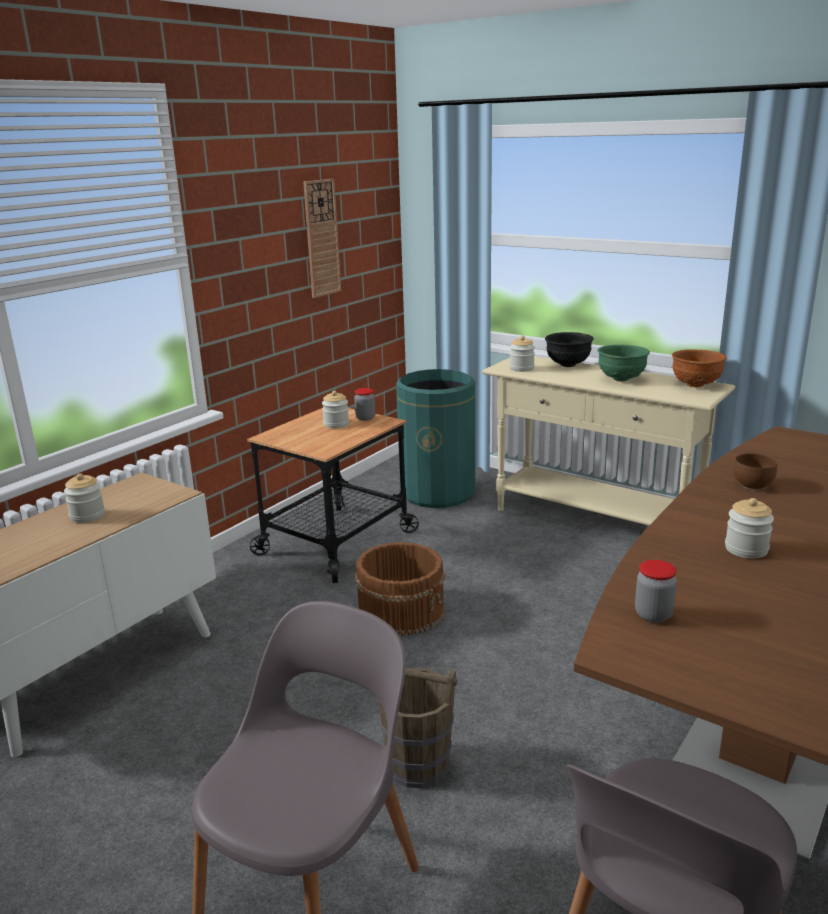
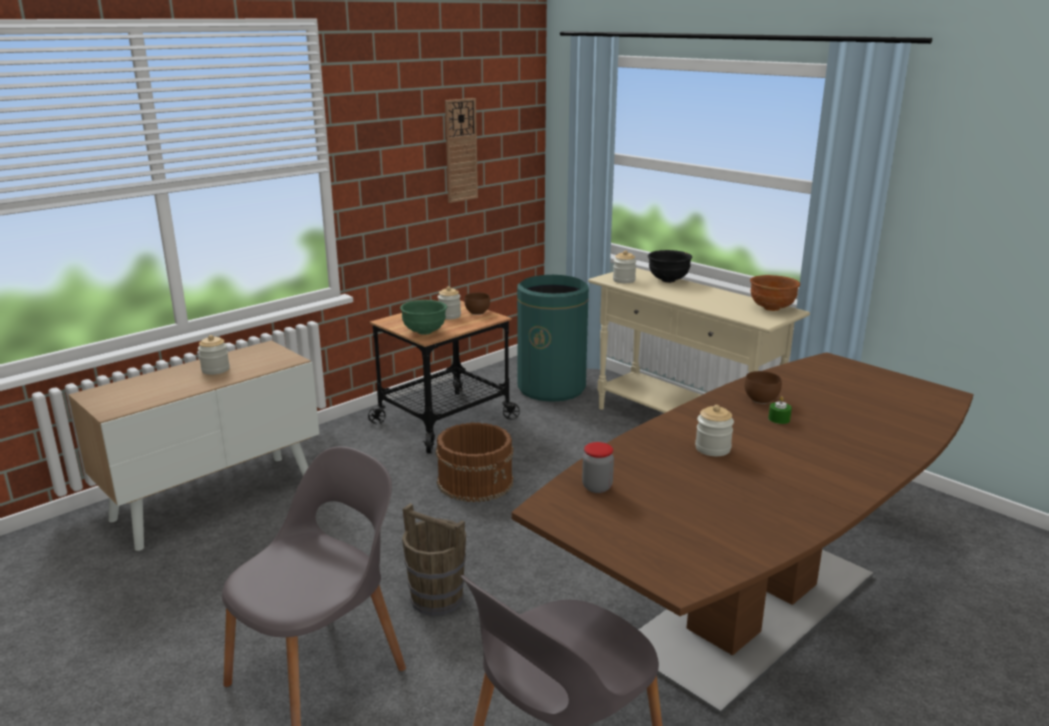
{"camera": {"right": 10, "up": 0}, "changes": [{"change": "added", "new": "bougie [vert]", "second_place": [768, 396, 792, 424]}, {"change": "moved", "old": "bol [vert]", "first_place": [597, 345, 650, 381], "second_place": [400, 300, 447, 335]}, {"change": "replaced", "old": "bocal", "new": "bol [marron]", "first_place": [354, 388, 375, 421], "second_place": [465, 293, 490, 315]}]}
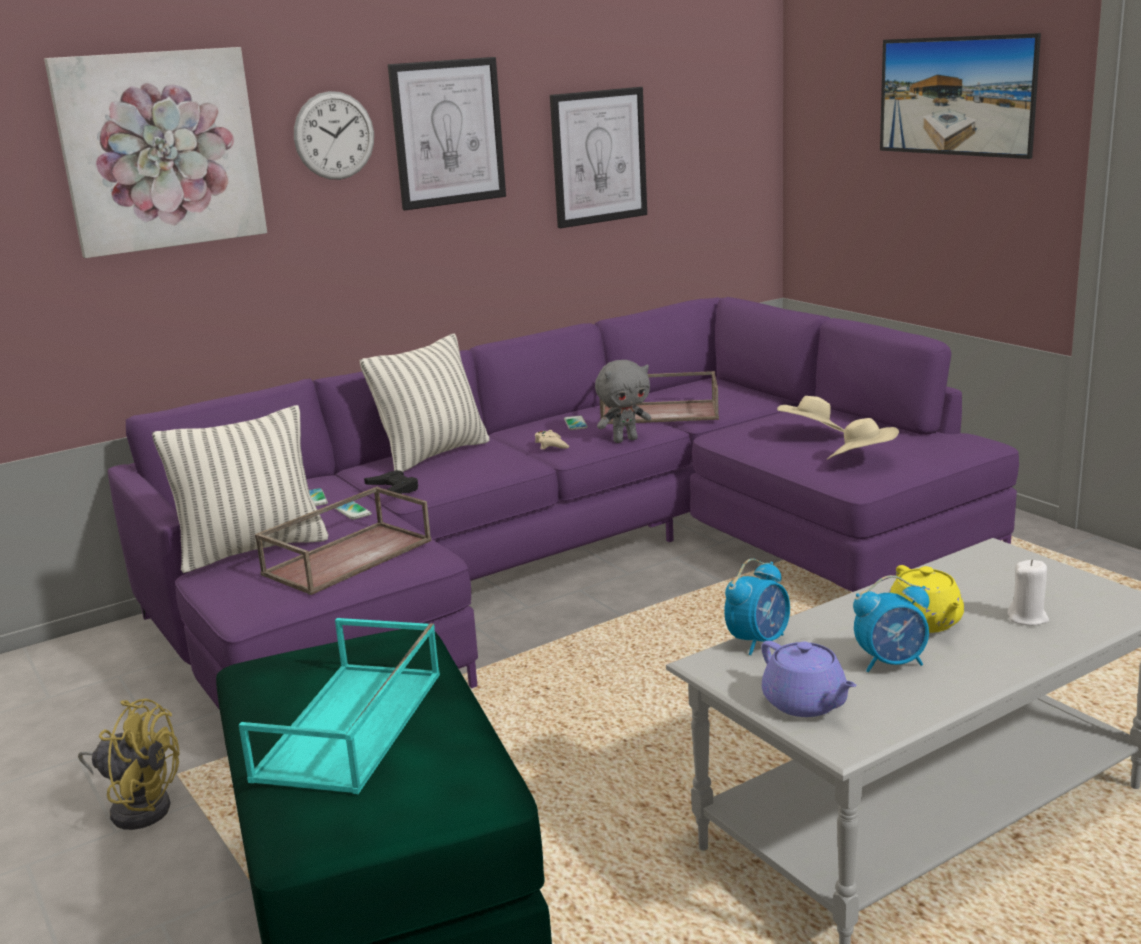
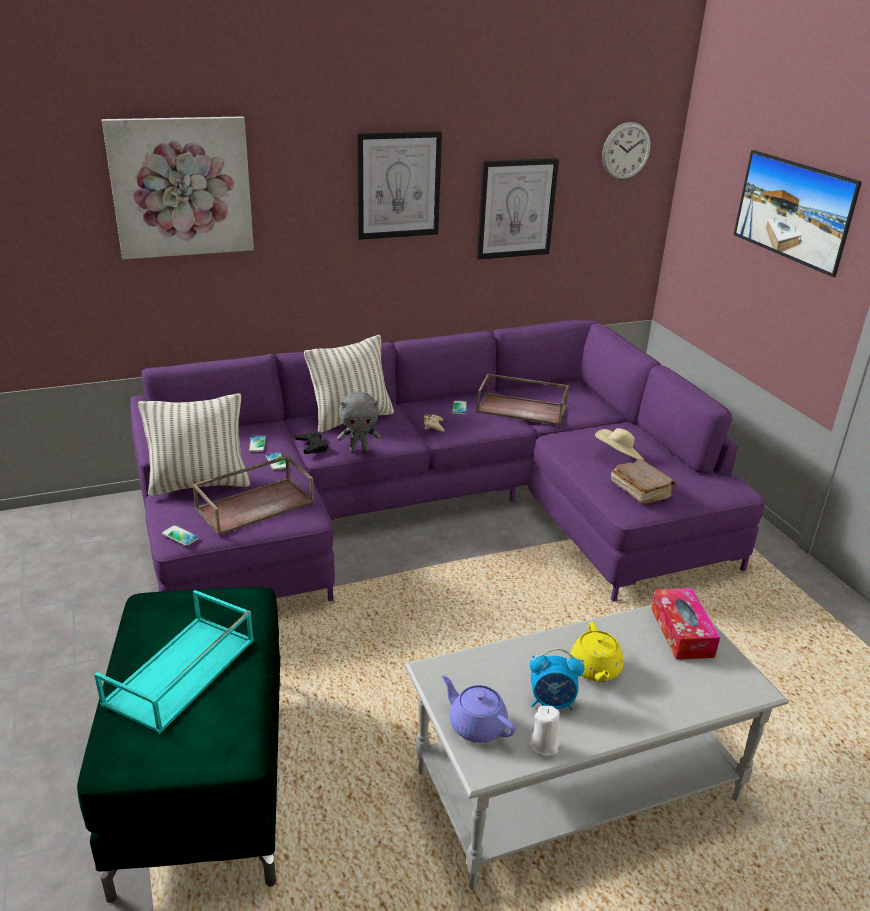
{"camera": {"right": 10, "up": 10}, "changes": [{"change": "removed", "old": "ventilateur [jaune]", "first_place": [78, 699, 180, 830]}, {"change": "removed", "old": "réveil", "first_place": [724, 559, 790, 655]}, {"change": "added", "new": "téléphone", "second_place": [162, 525, 199, 546]}, {"change": "added", "new": "boîte à mouchoirs", "second_place": [651, 588, 720, 660]}, {"change": "moved", "old": "horloge murale", "first_place": [294, 91, 374, 180], "second_place": [602, 122, 651, 180]}, {"change": "moved", "old": "peluche [gris]", "first_place": [595, 360, 651, 443], "second_place": [337, 391, 381, 452]}, {"change": "moved", "old": "bougie [blanc]", "first_place": [1008, 560, 1049, 626], "second_place": [528, 706, 560, 756]}, {"change": "replaced", "old": "chapeau [beige]", "new": "livre [marron]", "first_place": [827, 418, 899, 460], "second_place": [611, 459, 677, 504]}, {"change": "turned", "old": "théière [violet]", "first_place": [761, 641, 857, 717], "second_place": [442, 675, 516, 743], "degrees": 150}]}
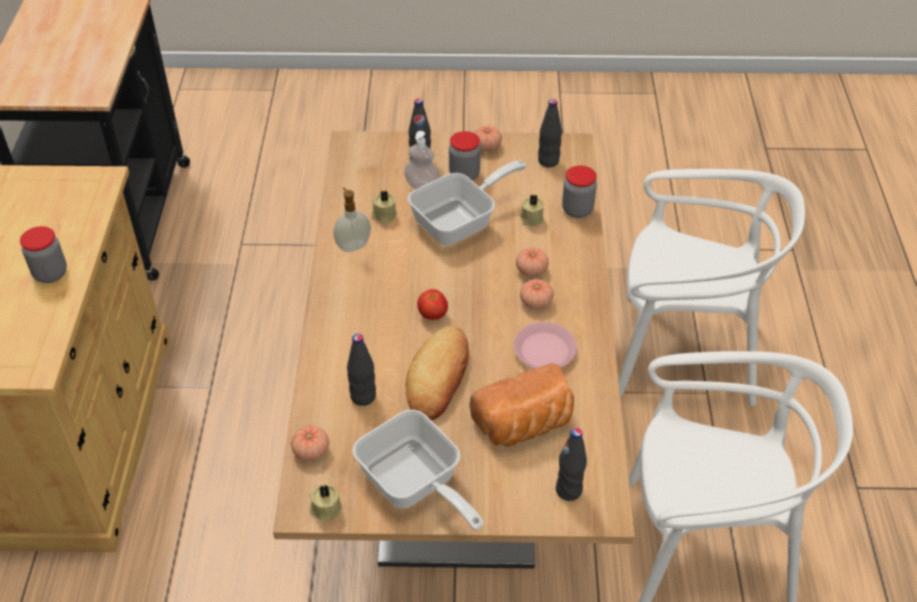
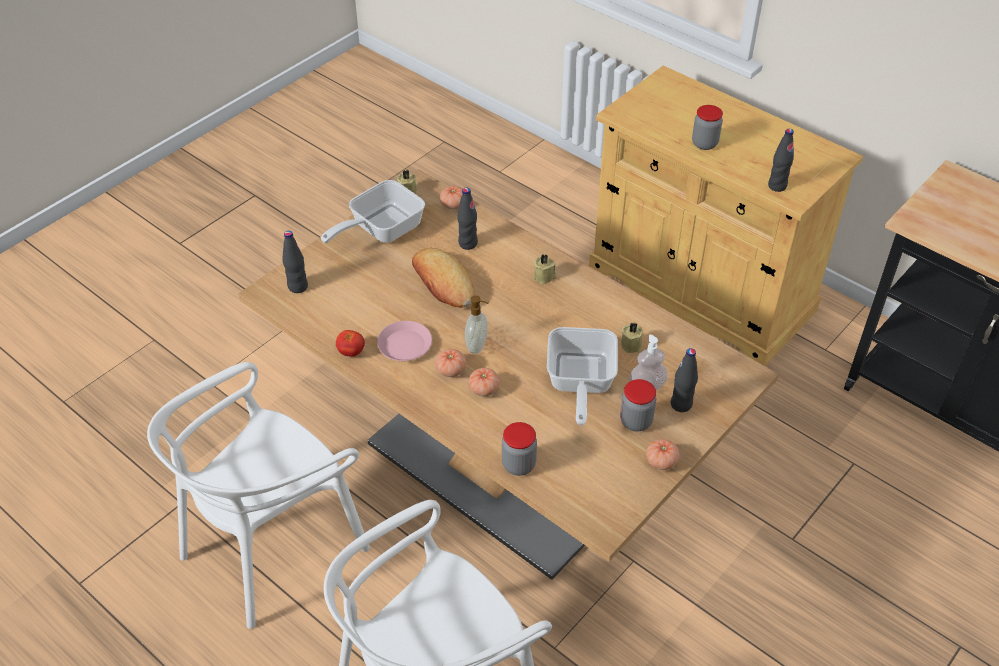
{"camera": {"right": 130, "up": 0}, "changes": [{"change": "removed", "old": "pain", "first_place": [470, 363, 574, 446]}, {"change": "moved", "old": "distributeur de savon", "first_place": [333, 188, 371, 252], "second_place": [465, 295, 488, 354]}, {"change": "moved", "old": "tomate", "first_place": [417, 289, 448, 320], "second_place": [336, 330, 365, 357]}, {"change": "moved", "old": "bougie [beige]", "first_place": [520, 194, 544, 226], "second_place": [533, 254, 556, 284]}, {"change": "moved", "old": "bouteille [noir]", "first_place": [538, 99, 562, 167], "second_place": [768, 129, 794, 192]}, {"change": "turned", "old": "poêle", "first_place": [353, 410, 483, 531], "second_place": [321, 180, 425, 243], "degrees": -45}]}
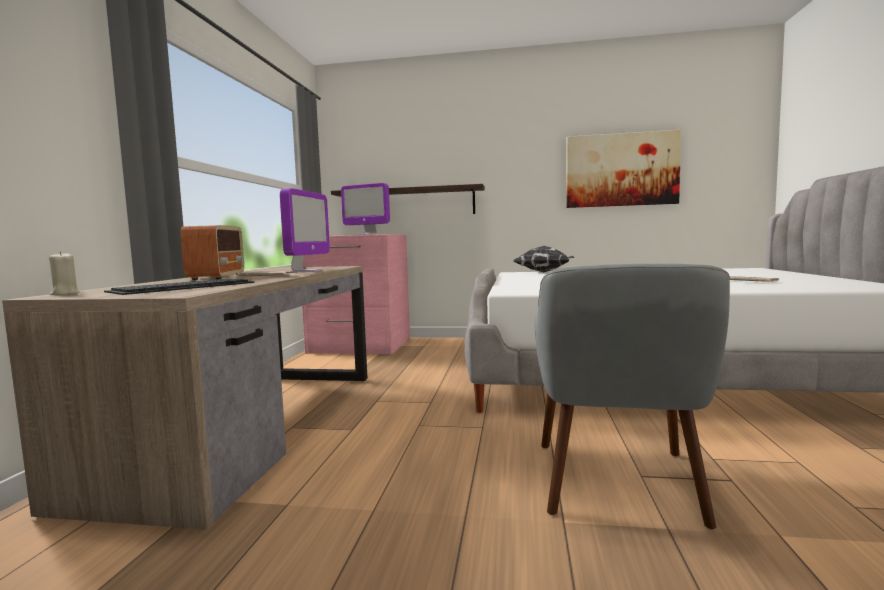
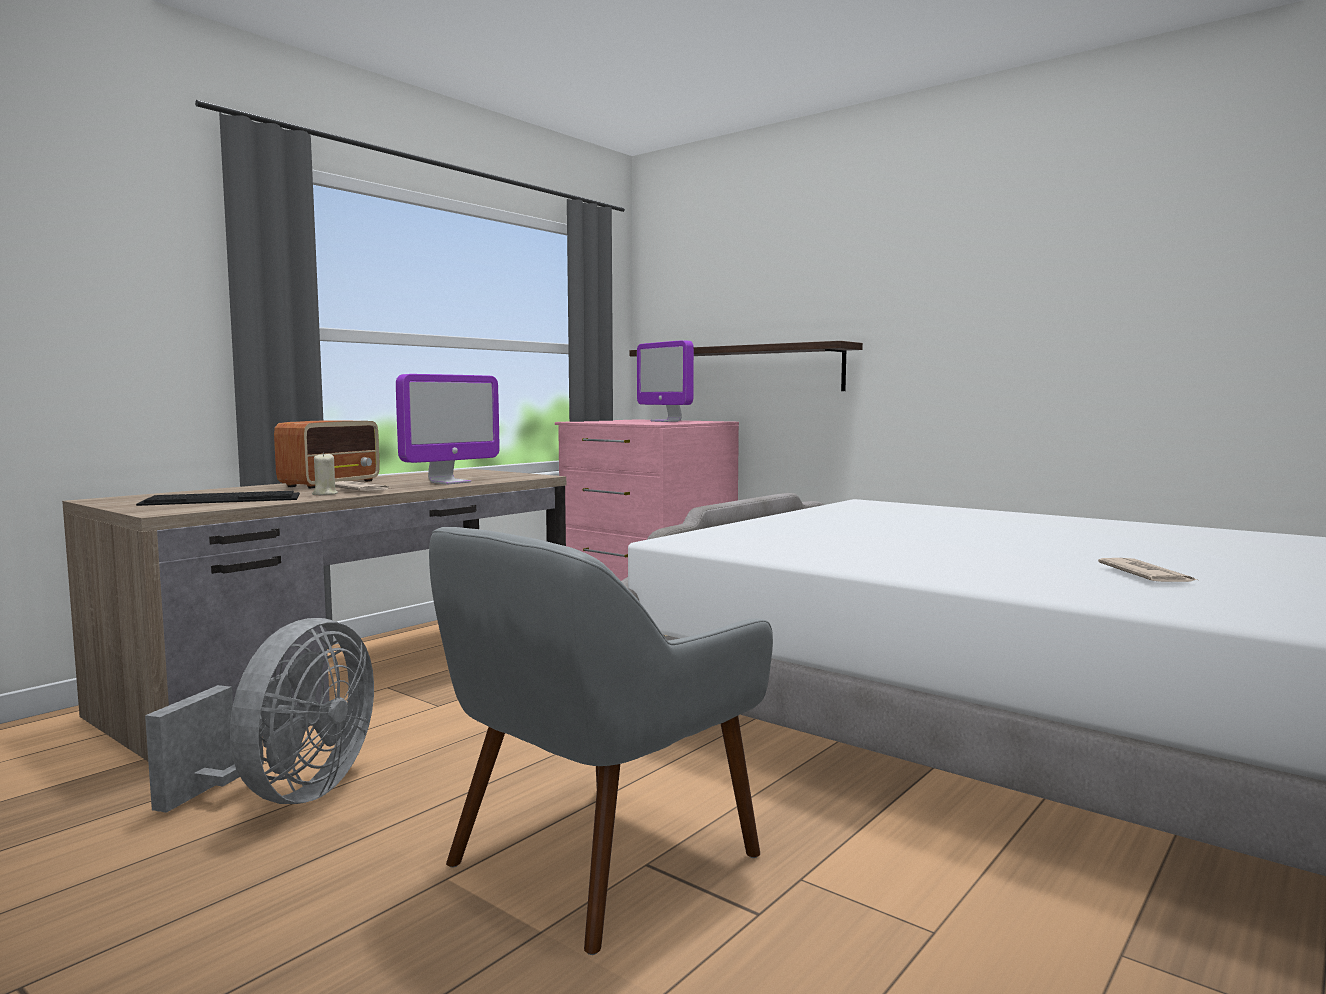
{"camera": {"right": 30, "up": 0}, "changes": [{"change": "removed", "old": "coussin", "first_place": [513, 246, 575, 272]}, {"change": "removed", "old": "tableau", "first_place": [566, 130, 681, 208]}, {"change": "added", "new": "ventilateur [gris]", "second_place": [145, 618, 374, 813]}, {"change": "moved", "old": "bougie [beige]", "first_place": [49, 251, 80, 295], "second_place": [312, 452, 338, 495]}]}
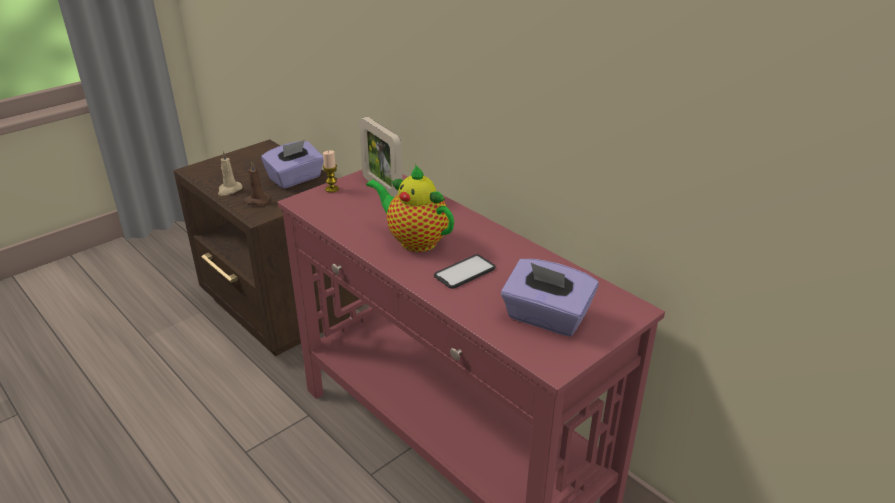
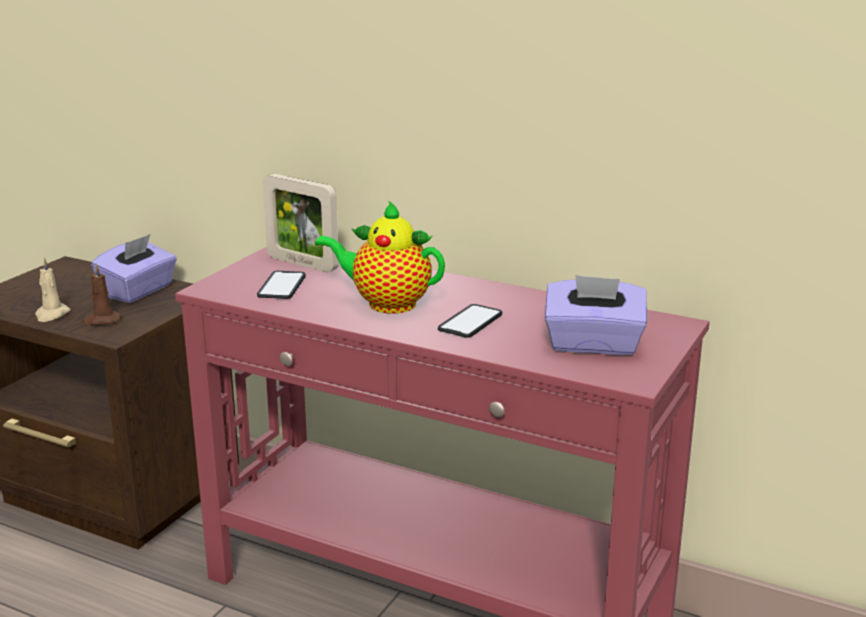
{"camera": {"right": -20, "up": -10}, "changes": [{"change": "removed", "old": "bougie", "first_place": [323, 150, 339, 192]}, {"change": "added", "new": "téléphone", "second_place": [257, 271, 306, 299]}]}
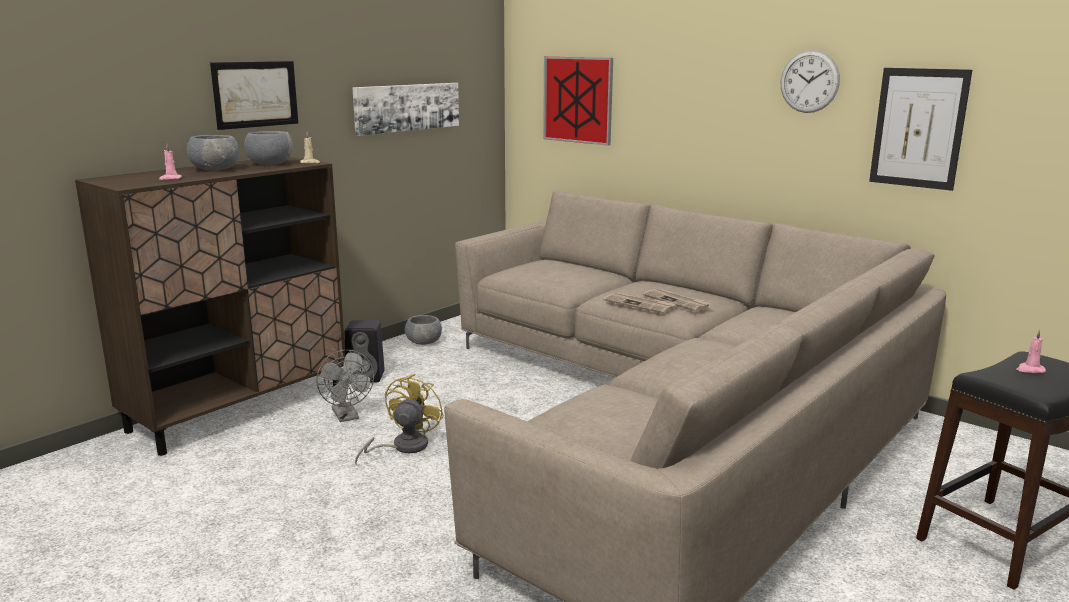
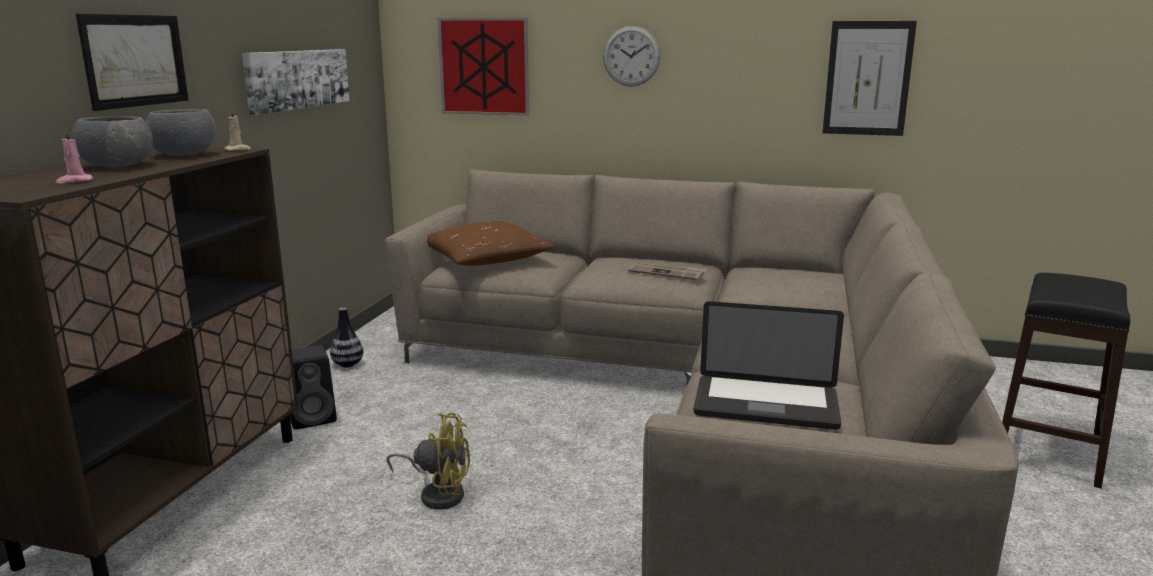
{"camera": {"right": -25, "up": 0}, "changes": [{"change": "removed", "old": "ventilateur [gris]", "first_place": [316, 350, 374, 422]}, {"change": "removed", "old": "journal", "first_place": [603, 293, 676, 314]}, {"change": "removed", "old": "bougie [rose]", "first_place": [1017, 329, 1046, 373]}, {"change": "added", "new": "coussin [marron]", "second_place": [427, 221, 554, 266]}, {"change": "added", "new": "ordinateur portable", "second_place": [693, 301, 844, 430]}, {"change": "moved", "old": "horloge murale", "first_place": [781, 50, 840, 113], "second_place": [603, 26, 660, 87]}, {"change": "replaced", "old": "bol [gris]", "new": "vase", "first_place": [405, 315, 442, 345], "second_place": [330, 308, 363, 367]}, {"change": "turned", "old": "ventilateur [jaune]", "first_place": [355, 374, 444, 464], "second_place": [387, 413, 470, 510], "degrees": 105}]}
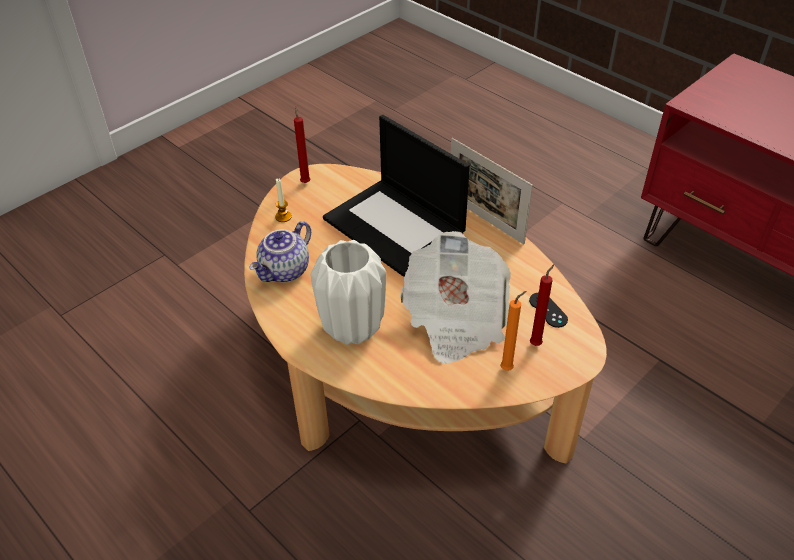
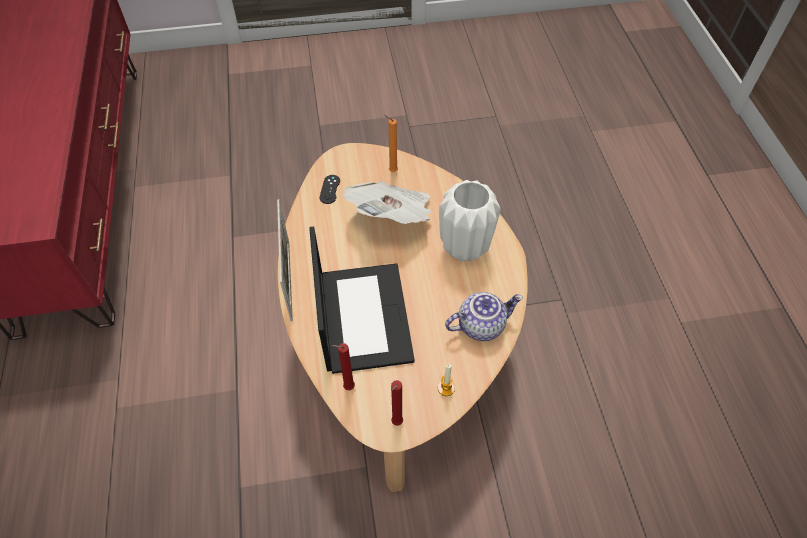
{"camera": {"right": -145, "up": 10}, "changes": [{"change": "moved", "old": "bougie [rouge]", "first_place": [530, 264, 554, 346], "second_place": [332, 343, 355, 390]}]}
